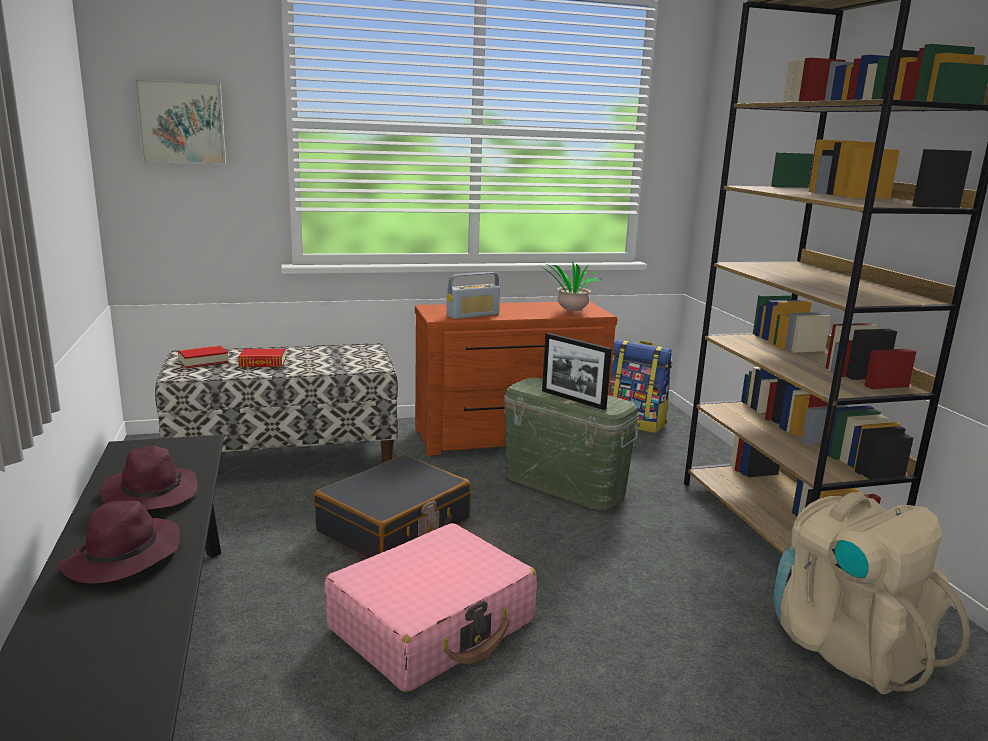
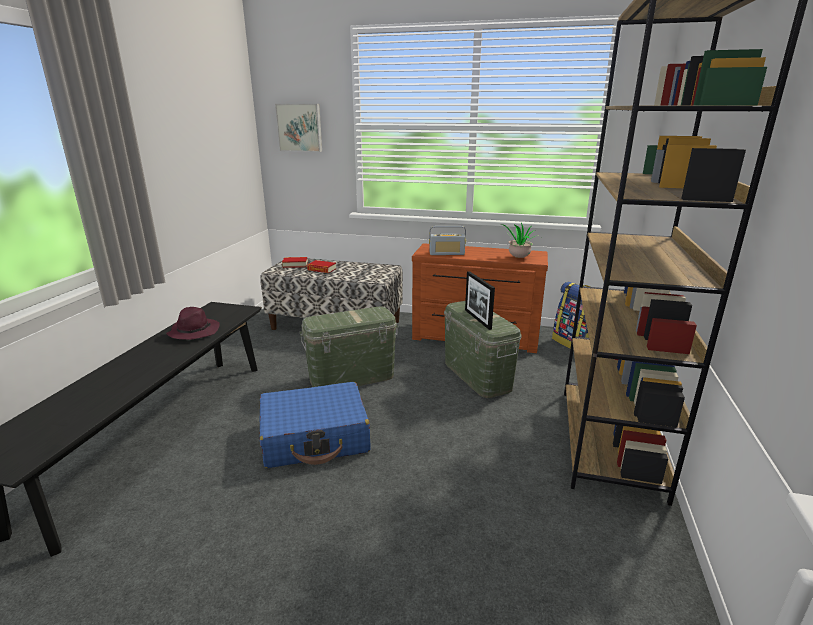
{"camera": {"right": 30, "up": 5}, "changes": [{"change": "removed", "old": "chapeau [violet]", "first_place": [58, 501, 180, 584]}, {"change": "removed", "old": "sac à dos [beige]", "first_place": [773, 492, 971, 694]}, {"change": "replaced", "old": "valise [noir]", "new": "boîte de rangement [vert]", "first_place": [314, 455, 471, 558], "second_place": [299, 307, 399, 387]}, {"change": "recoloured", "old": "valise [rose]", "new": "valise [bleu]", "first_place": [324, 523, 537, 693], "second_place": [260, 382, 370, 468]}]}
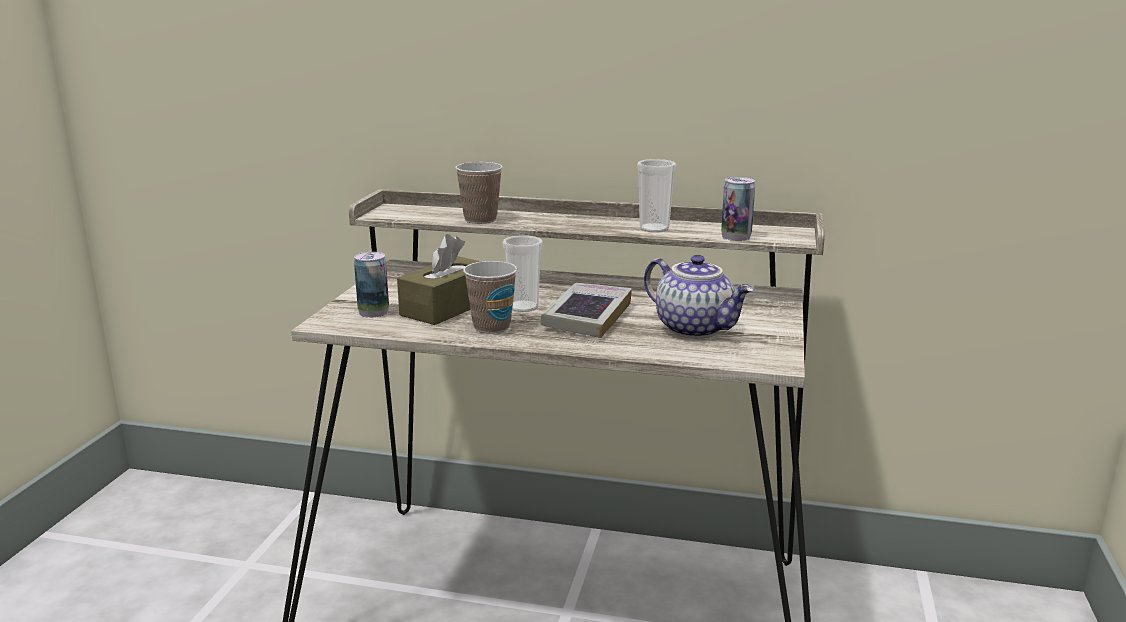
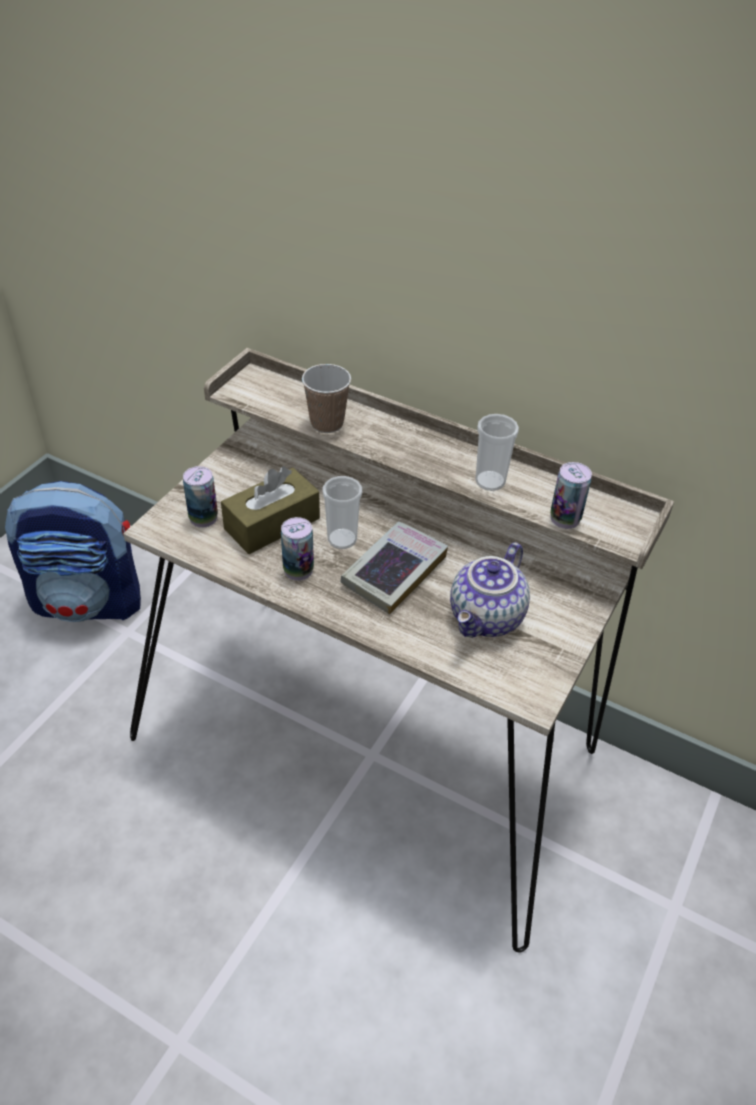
{"camera": {"right": 15, "up": 25}, "changes": [{"change": "added", "new": "sac à dos", "second_place": [5, 481, 141, 622]}, {"change": "replaced", "old": "tasse", "new": "boîte métallique", "first_place": [463, 261, 517, 334], "second_place": [281, 517, 314, 581]}, {"change": "turned", "old": "théière", "first_place": [644, 255, 754, 339], "second_place": [450, 542, 530, 638], "degrees": 60}]}
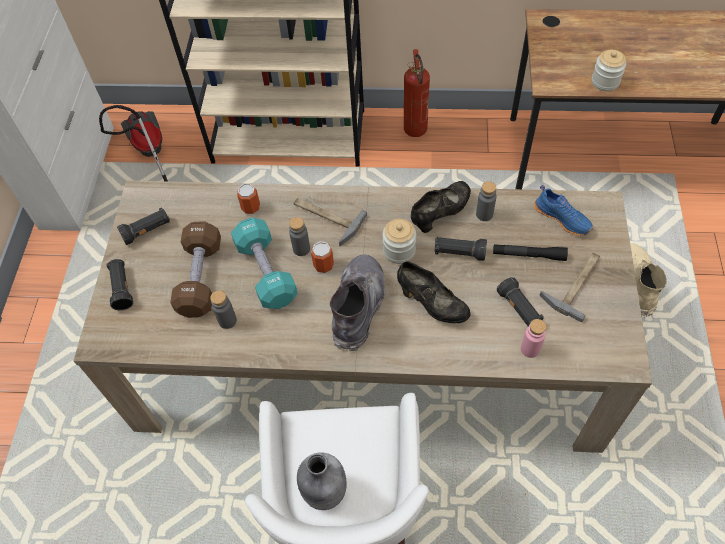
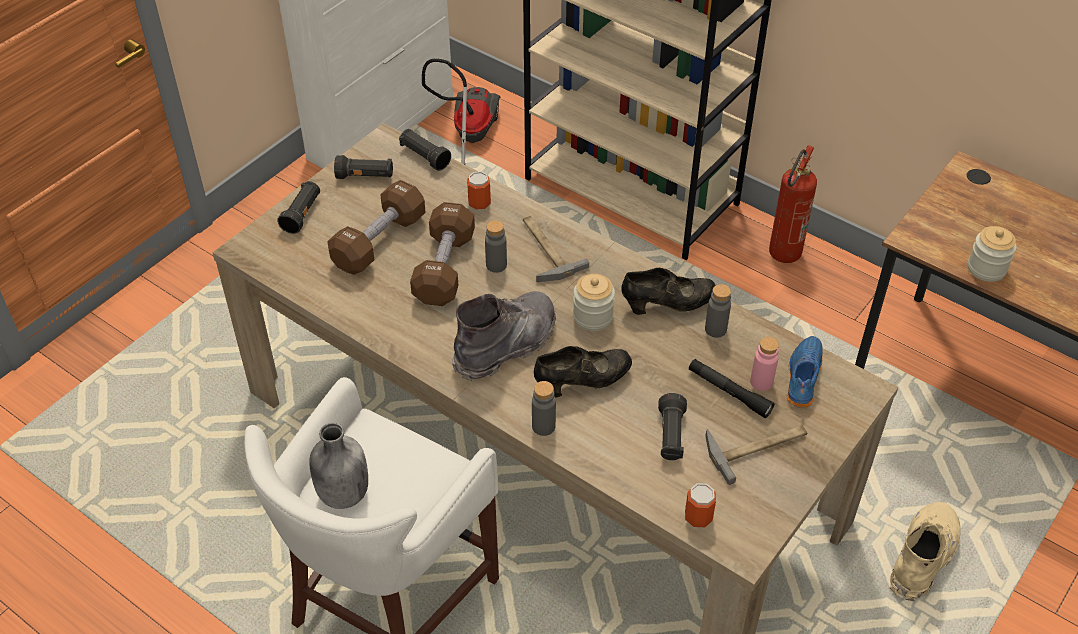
{"camera": {"right": 30, "up": -10}, "changes": [{"change": "moved", "old": "bouteille [gris]", "first_place": [210, 290, 237, 329], "second_place": [532, 381, 556, 436]}, {"change": "moved", "old": "boîte métallique", "first_place": [311, 241, 334, 273], "second_place": [685, 483, 716, 528]}, {"change": "moved", "old": "lampe de poche [noir]", "first_place": [434, 237, 487, 261], "second_place": [399, 129, 451, 171]}, {"change": "moved", "old": "bouteille [rose]", "first_place": [521, 319, 546, 358], "second_place": [750, 337, 779, 391]}, {"change": "recoloured", "old": "haltère [turquoise]", "new": "haltère [marron]", "first_place": [231, 218, 298, 309], "second_place": [410, 202, 475, 306]}, {"change": "turned", "old": "chaussure [noir]", "first_place": [397, 261, 470, 323], "second_place": [534, 346, 632, 398], "degrees": -90}, {"change": "turned", "old": "chaussure [bleu]", "first_place": [534, 185, 593, 236], "second_place": [787, 336, 823, 408], "degrees": -150}]}
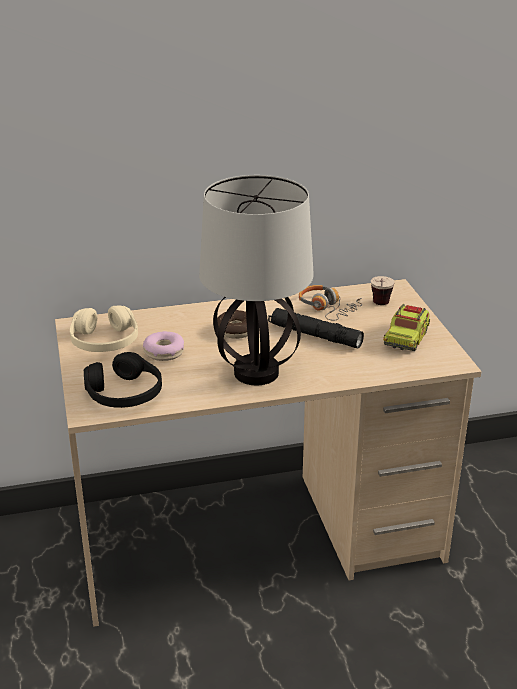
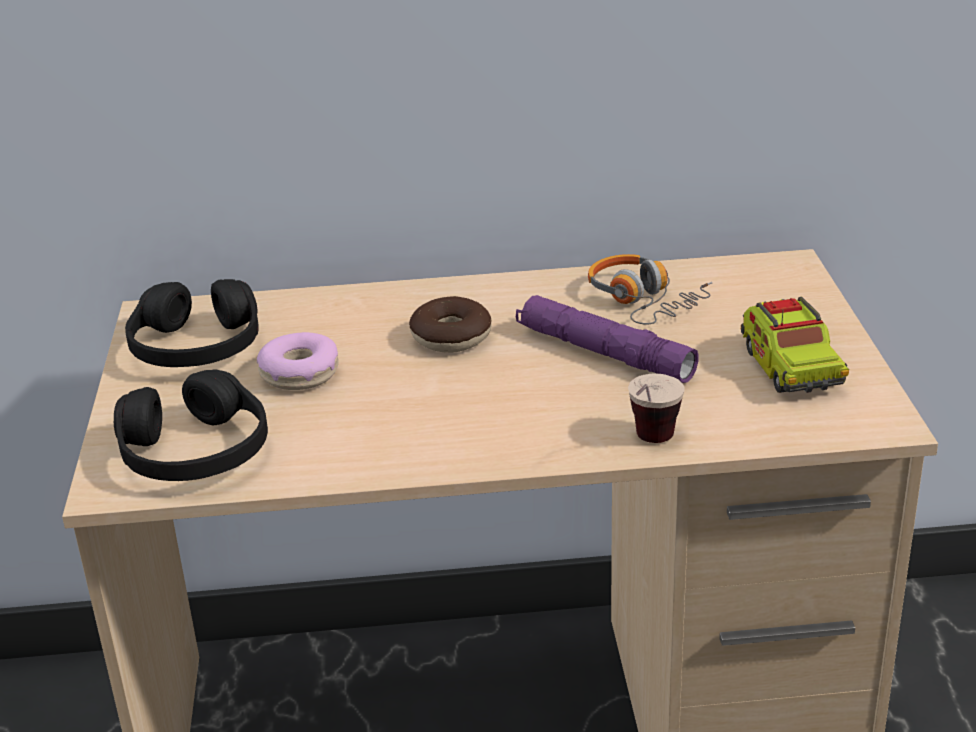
{"camera": {"right": 10, "up": 0}, "changes": [{"change": "removed", "old": "lampe de table", "first_place": [199, 175, 314, 385]}, {"change": "moved", "old": "tasse", "first_place": [371, 276, 395, 305], "second_place": [628, 374, 684, 443]}, {"change": "recoloured", "old": "casque audio [beige]", "new": "casque audio [noir]", "first_place": [70, 305, 138, 352], "second_place": [125, 279, 258, 367]}, {"change": "recoloured", "old": "lampe de poche [noir]", "new": "lampe de poche [violet]", "first_place": [268, 308, 364, 348], "second_place": [516, 295, 699, 383]}, {"change": "turned", "old": "camion jouet", "first_place": [383, 304, 430, 351], "second_place": [741, 297, 849, 393], "degrees": -45}]}
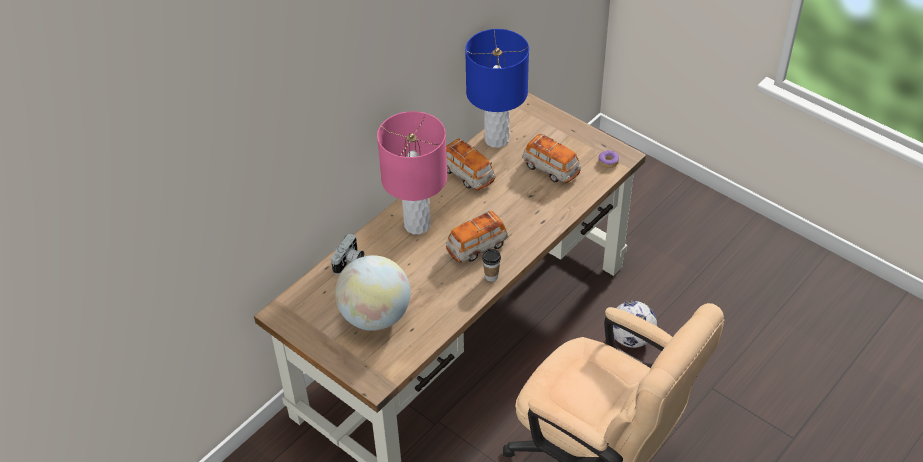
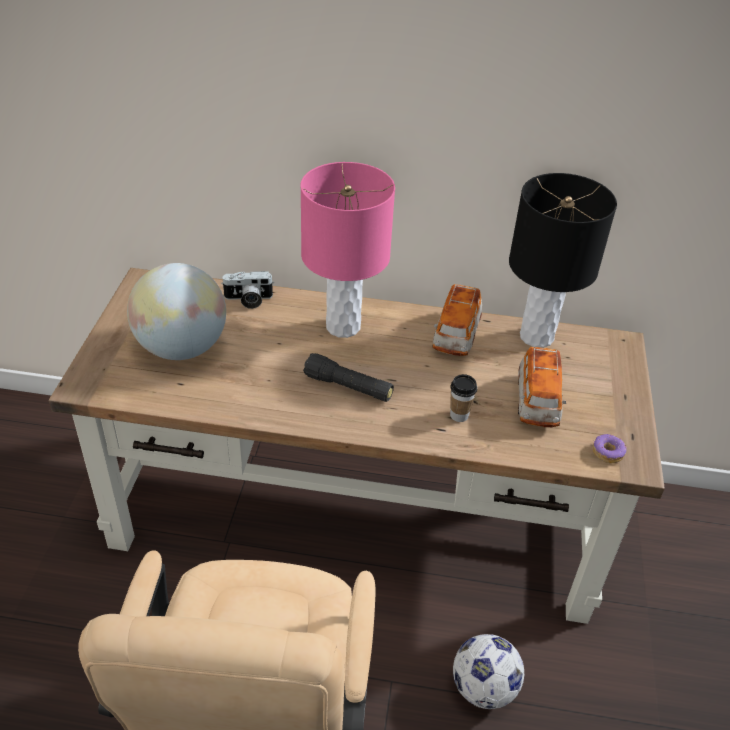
{"camera": {"right": 55, "up": -5}, "changes": [{"change": "moved", "old": "tasse", "first_place": [482, 249, 501, 282], "second_place": [450, 374, 477, 422]}, {"change": "replaced", "old": "petite voiture", "new": "lampe de poche [noir]", "first_place": [446, 211, 509, 263], "second_place": [303, 353, 394, 402]}, {"change": "recoloured", "old": "lampe de table [bleu]", "new": "lampe de table [noir]", "first_place": [465, 29, 529, 148], "second_place": [509, 173, 617, 348]}]}
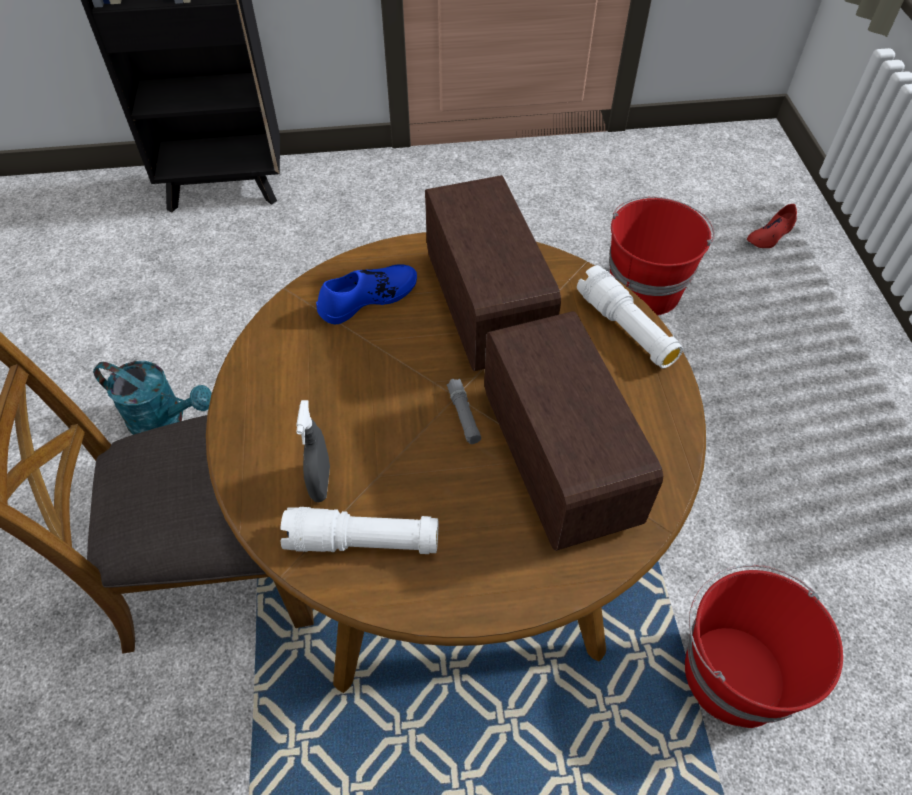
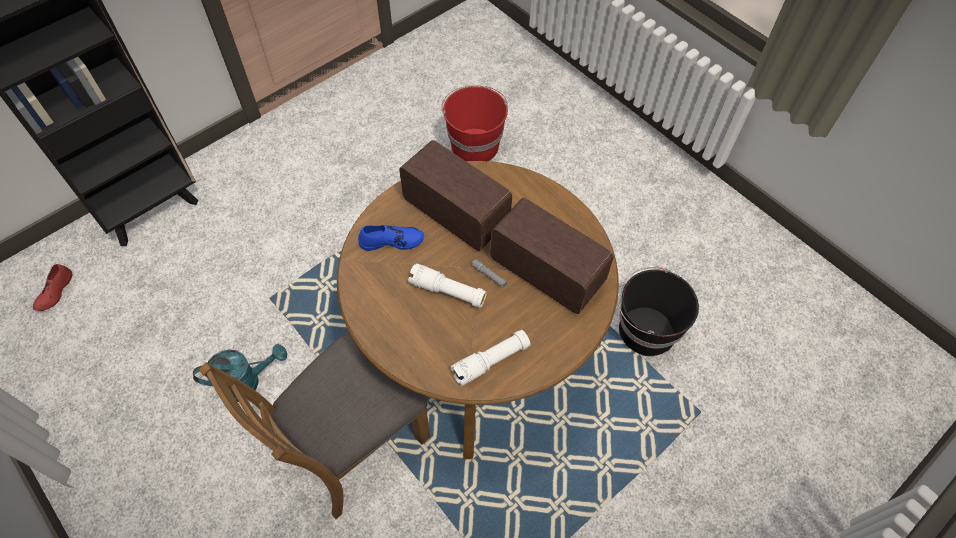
{"camera": {"right": -35, "up": 5}, "changes": [{"change": "removed", "old": "vaporisateur [gris]", "first_place": [296, 400, 330, 502]}, {"change": "moved", "old": "lampe de poche [blanc]", "first_place": [577, 265, 683, 369], "second_place": [408, 263, 487, 308]}, {"change": "moved", "old": "chaussure [rouge]", "first_place": [747, 204, 797, 248], "second_place": [33, 264, 72, 311]}, {"change": "recoloured", "old": "seau [rouge]", "new": "seau [noir]", "first_place": [685, 565, 843, 728], "second_place": [618, 267, 699, 356]}, {"change": "turned", "old": "chaussure [bleu]", "first_place": [316, 264, 417, 324], "second_place": [358, 225, 424, 251], "degrees": 60}]}
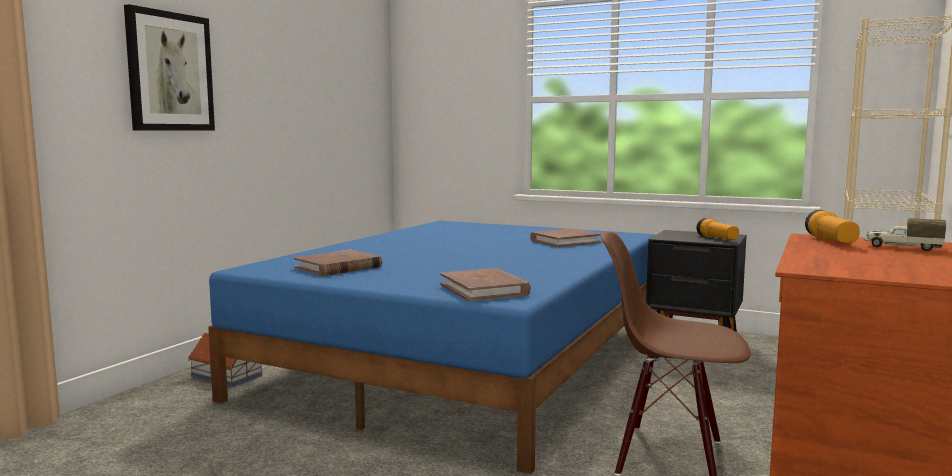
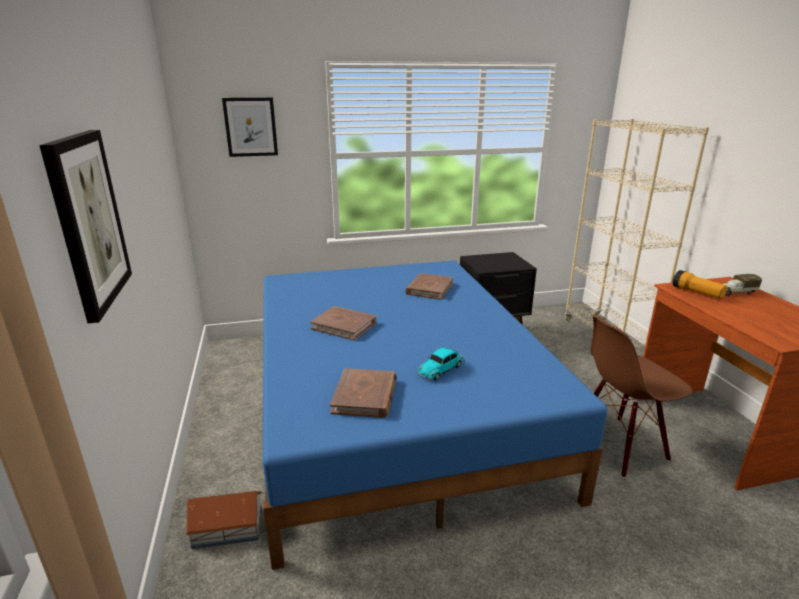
{"camera": {"right": -40, "up": 15}, "changes": [{"change": "removed", "old": "lampe de poche", "first_place": [696, 218, 739, 240]}, {"change": "added", "new": "tableau", "second_place": [222, 97, 278, 157]}, {"change": "added", "new": "petite voiture", "second_place": [417, 348, 465, 380]}, {"change": "moved", "old": "livre [marron]", "first_place": [440, 268, 531, 301], "second_place": [310, 306, 376, 340]}]}
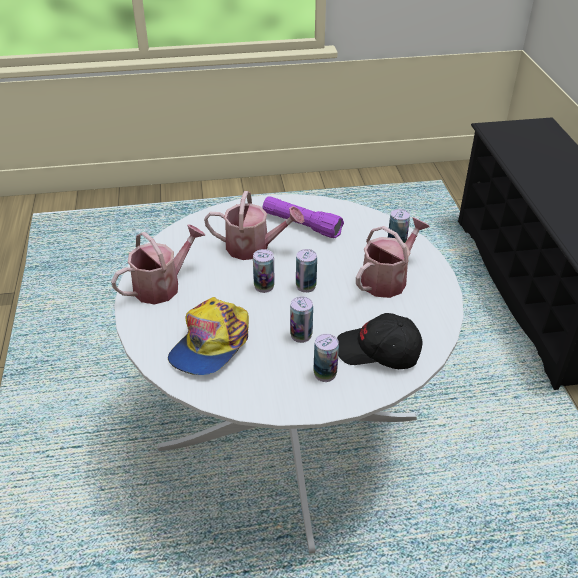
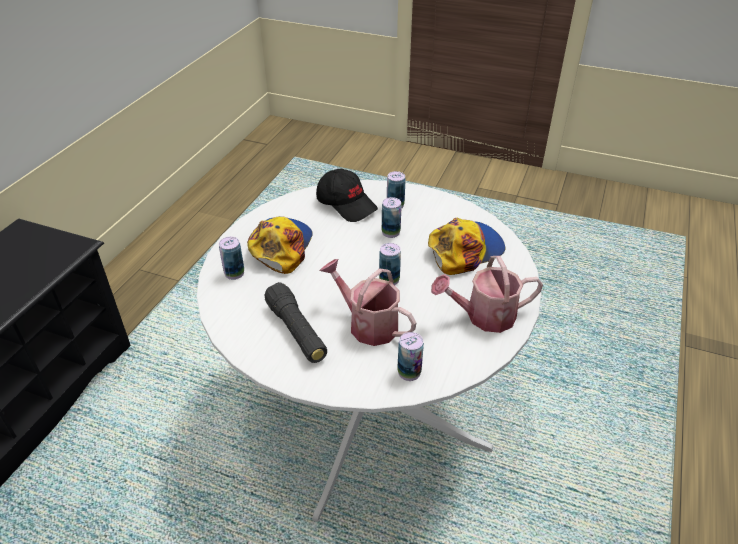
{"camera": {"right": -150, "up": 0}, "changes": [{"change": "moved", "old": "boîte métallique", "first_place": [296, 249, 317, 293], "second_place": [397, 332, 424, 381]}, {"change": "replaced", "old": "arrosoir", "new": "casquette", "first_place": [356, 217, 430, 298], "second_place": [247, 216, 313, 274]}, {"change": "recoloured", "old": "lampe de poche [violet]", "new": "lampe de poche [noir]", "first_place": [263, 196, 344, 238], "second_place": [264, 282, 327, 363]}]}
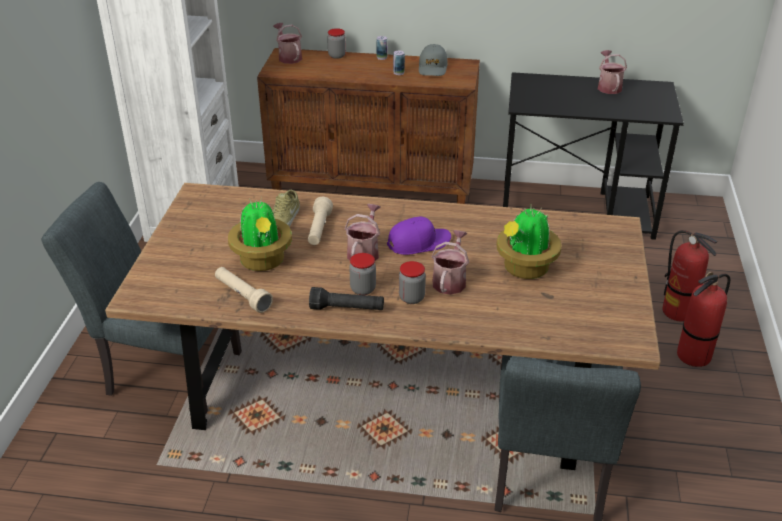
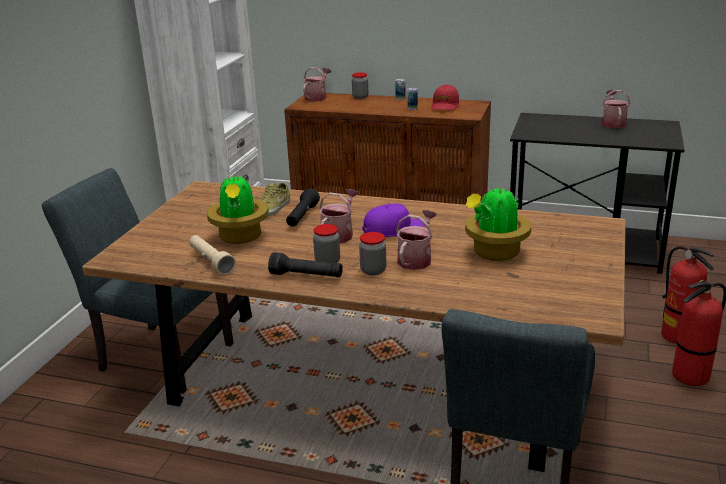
{"camera": {"right": 10, "up": -10}, "changes": [{"change": "recoloured", "old": "lampe de poche [beige]", "new": "lampe de poche [noir]", "first_place": [308, 197, 333, 245], "second_place": [286, 188, 320, 227]}, {"change": "recoloured", "old": "casquette [gris]", "new": "casquette [rouge]", "first_place": [419, 44, 448, 76], "second_place": [431, 85, 459, 110]}, {"change": "turned", "old": "arrosoir", "first_place": [274, 23, 302, 64], "second_place": [303, 67, 331, 102], "degrees": 45}]}
